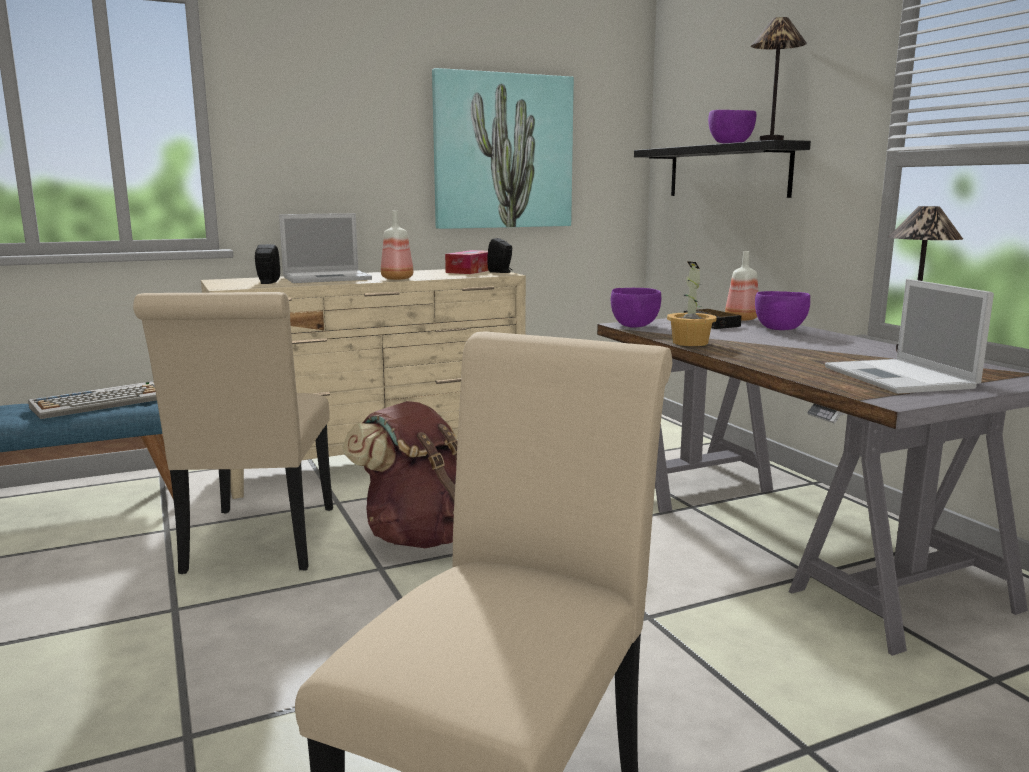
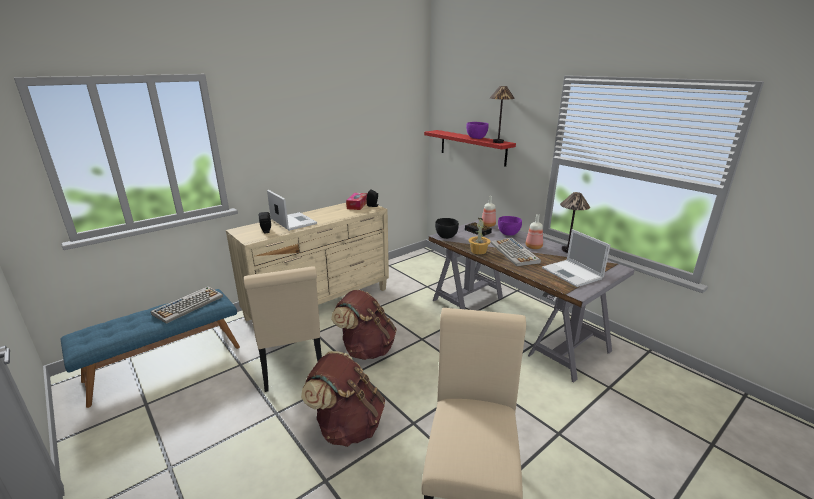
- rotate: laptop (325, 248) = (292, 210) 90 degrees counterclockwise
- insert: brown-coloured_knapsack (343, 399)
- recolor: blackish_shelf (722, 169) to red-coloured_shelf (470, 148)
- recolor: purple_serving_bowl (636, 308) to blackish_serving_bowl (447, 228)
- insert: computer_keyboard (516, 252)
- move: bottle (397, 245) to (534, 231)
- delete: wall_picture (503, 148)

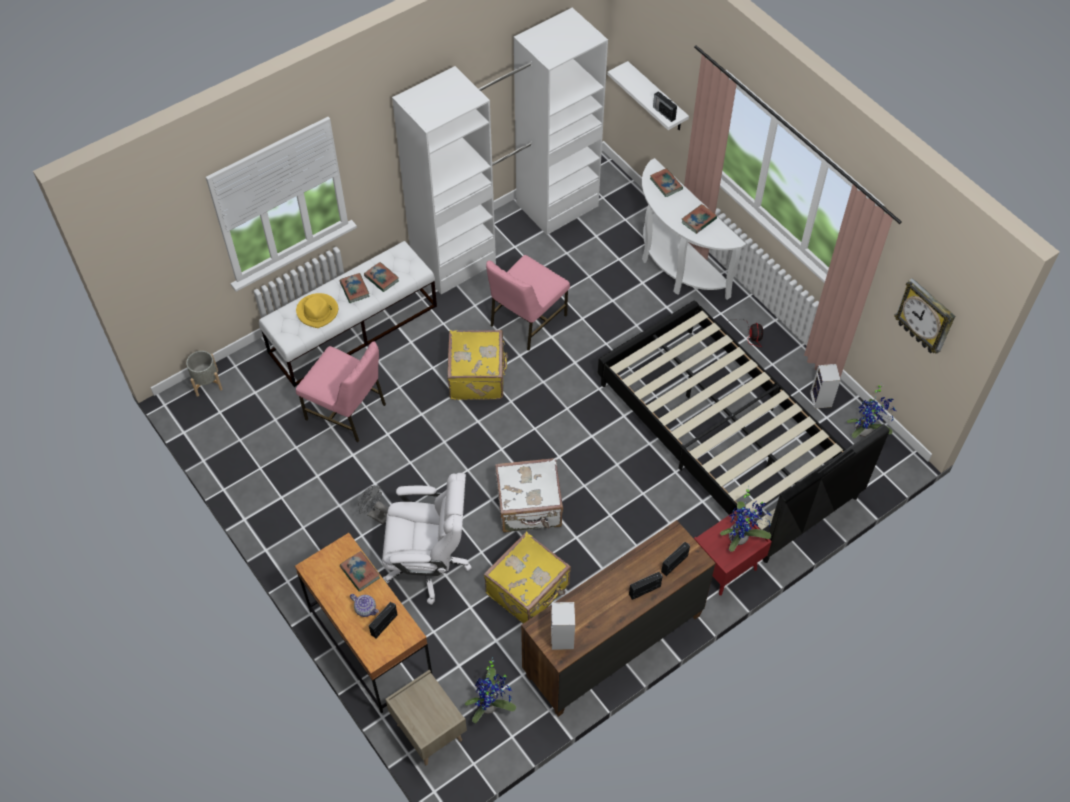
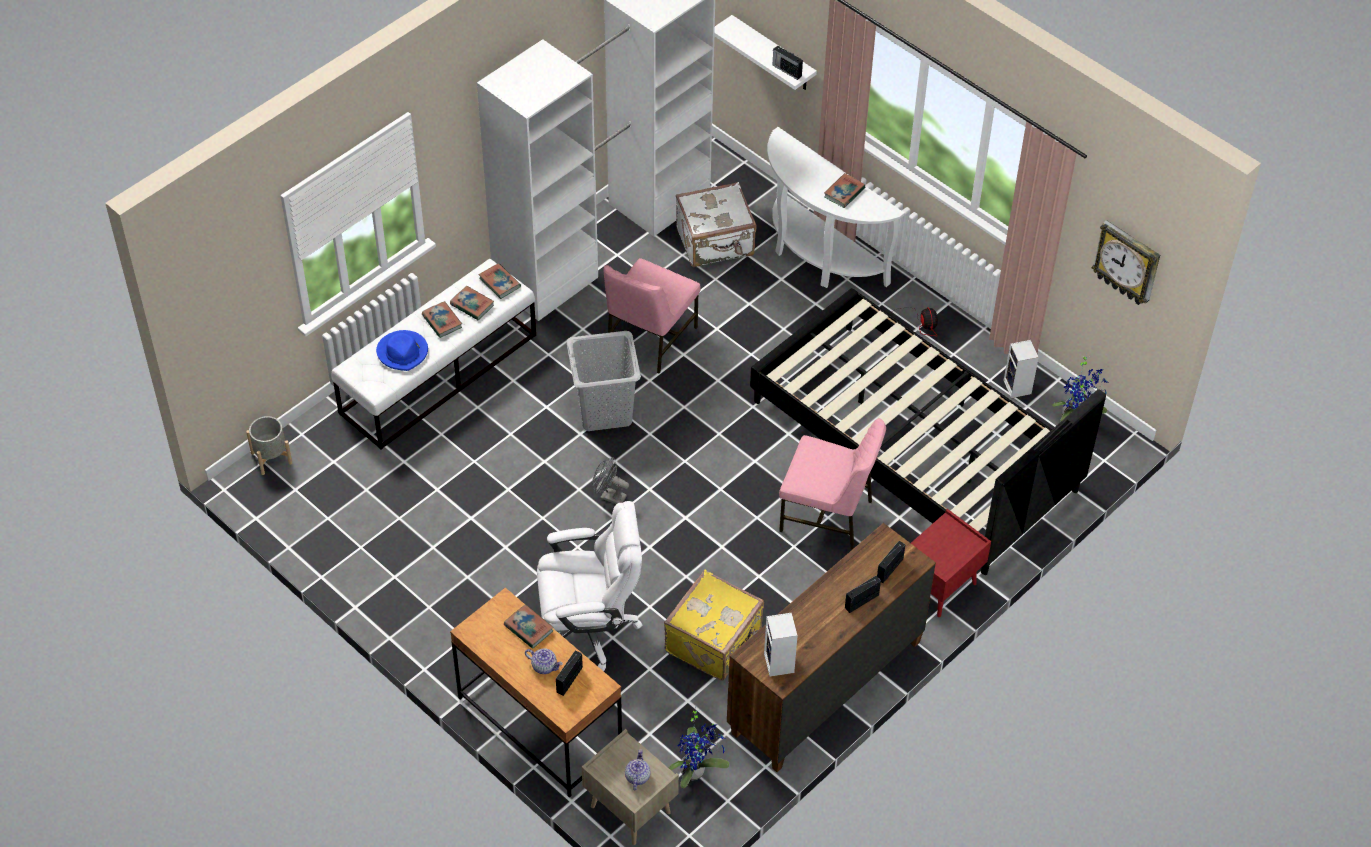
- recolor: yellow_hat (317, 310) to blue-coloured_hat (402, 350)
- move: bound_book (666, 182) to (500, 281)
- replace: yellow_suitcase (478, 365) to greyish_laundry_basket (603, 381)
- move: greyish_cooling_fan (373, 505) to (610, 480)
- insert: teapot (637, 769)
- move: whitish_suitcase (529, 495) to (716, 224)
- move: pinkish_upright_chair (341, 391) to (832, 484)
- delete: plant_in_a_pot (745, 519)

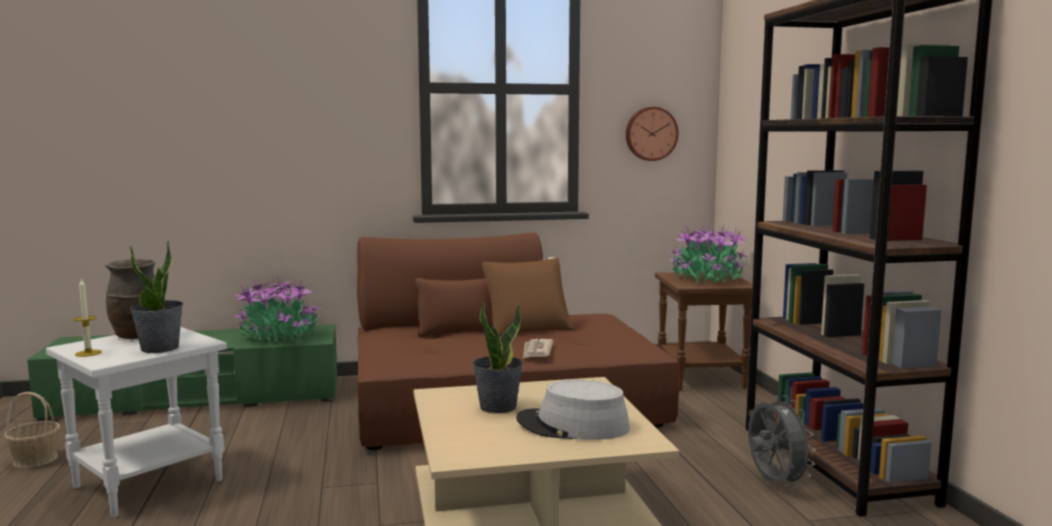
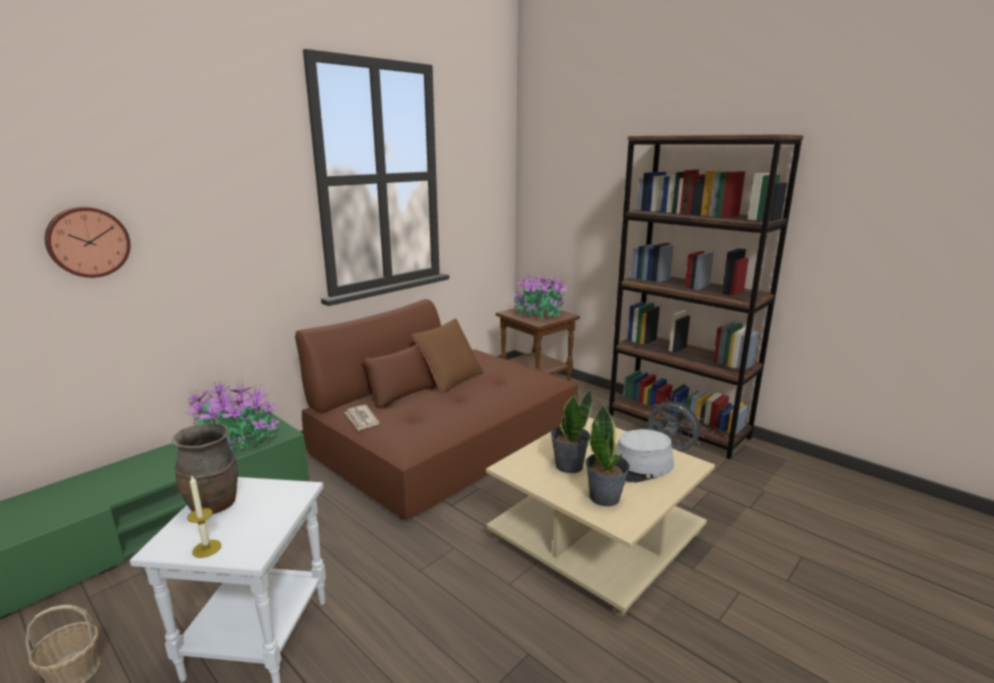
- move: hanging_clock (652, 134) to (88, 242)
- move: printed_paper (538, 348) to (362, 418)
- move: plant_in_a_pot (156, 296) to (607, 455)

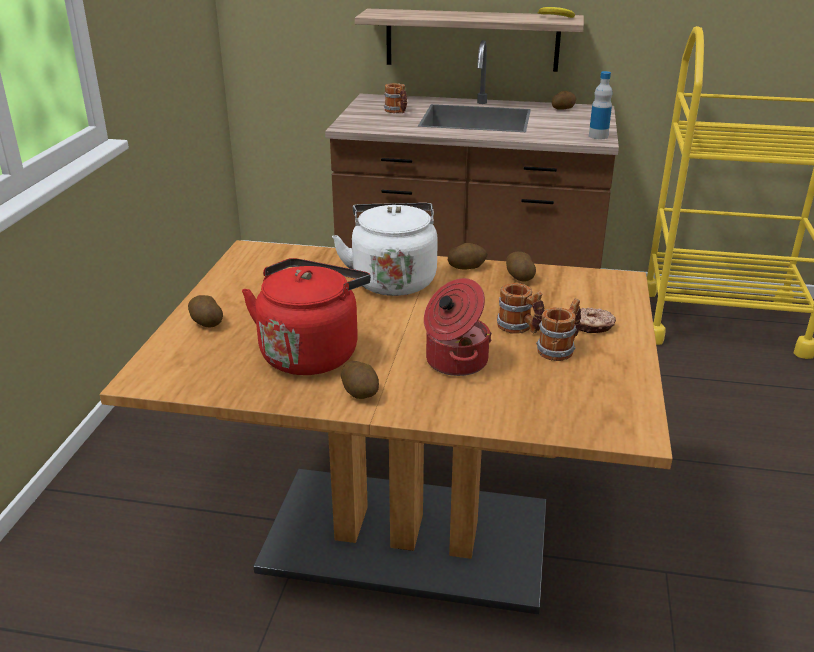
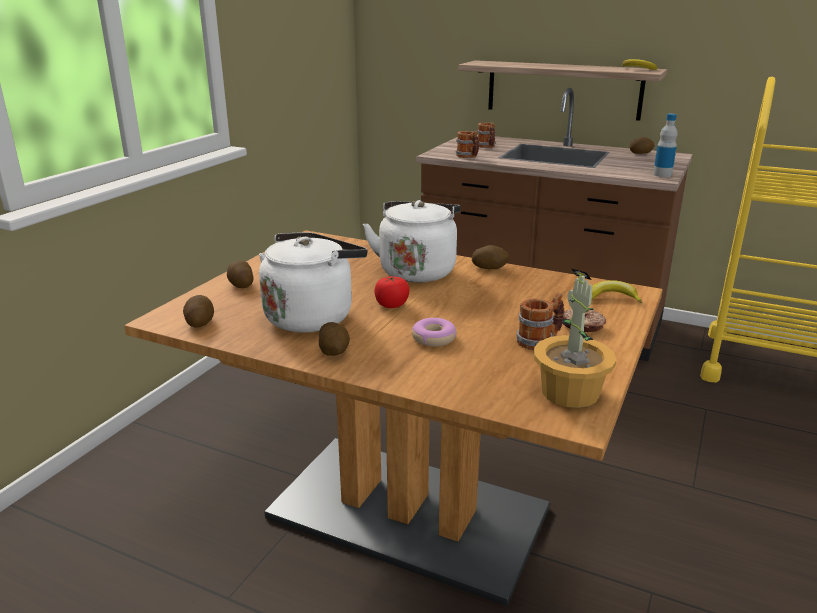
- move: potato (521, 267) to (198, 311)
- recolor: red-coloured_water_kettle (306, 316) to whitish_water_kettle (313, 282)
- insert: fresh_tomato (391, 292)
- replace: stockpot (458, 327) to donut (434, 332)
- move: coffee_mug (521, 308) to (467, 144)
- insert: plant_in_a_pot (575, 338)
- insert: banana_fruit (617, 291)

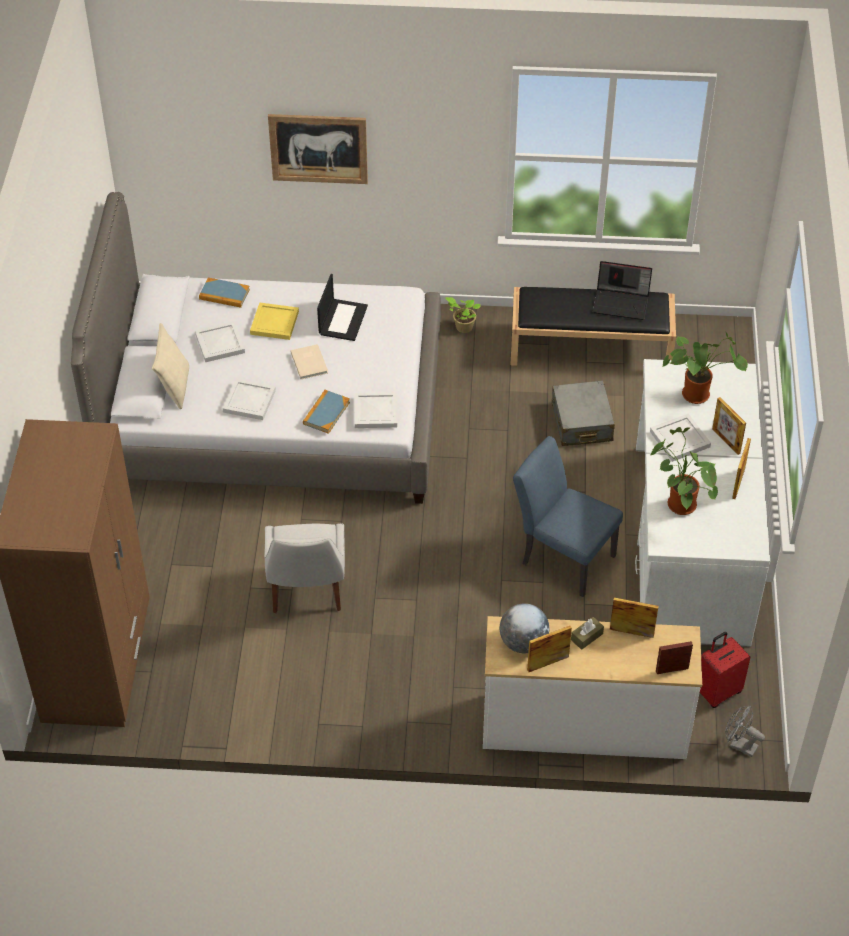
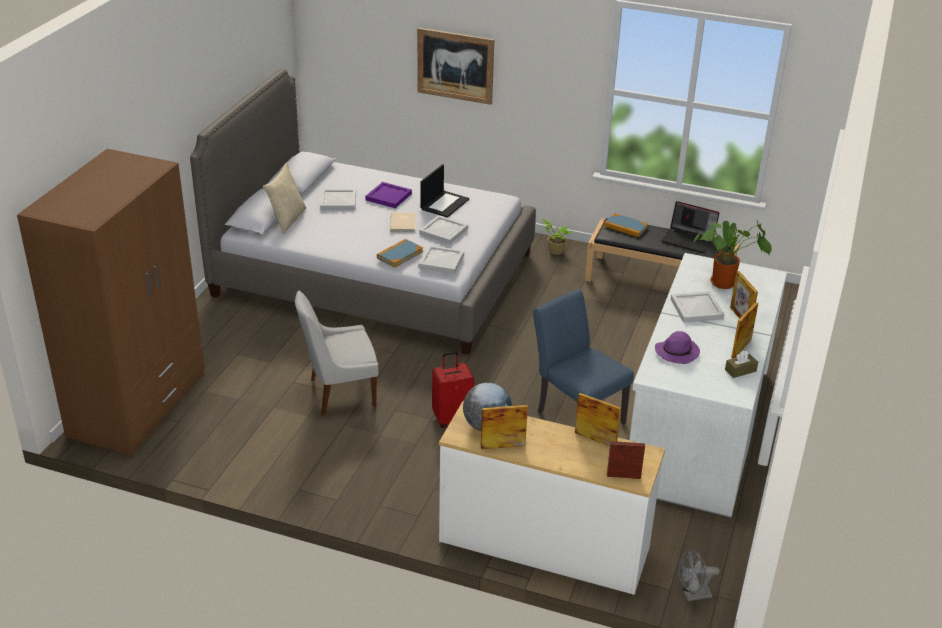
- rotate: whitish_upright_chair (304, 568) = (336, 353) 60 degrees clockwise
- recolor: yellow_serving_tray (274, 321) to purple_serving_tray (388, 195)
- move: whitish_serving_tray (249, 399) to (443, 229)
- move: red-coloured_suitcase (725, 670) to (453, 389)
- move: bound_book (224, 293) to (626, 225)
- replace: plant_in_a_pot (684, 471) to purple_hat (677, 347)
- rotate: greyish_cooling_fan (745, 731) = (699, 574) 60 degrees counterclockwise
- move: brown-coloured_tissue_holder (587, 633) to (741, 364)
- delete: greyish_suitcase (583, 413)

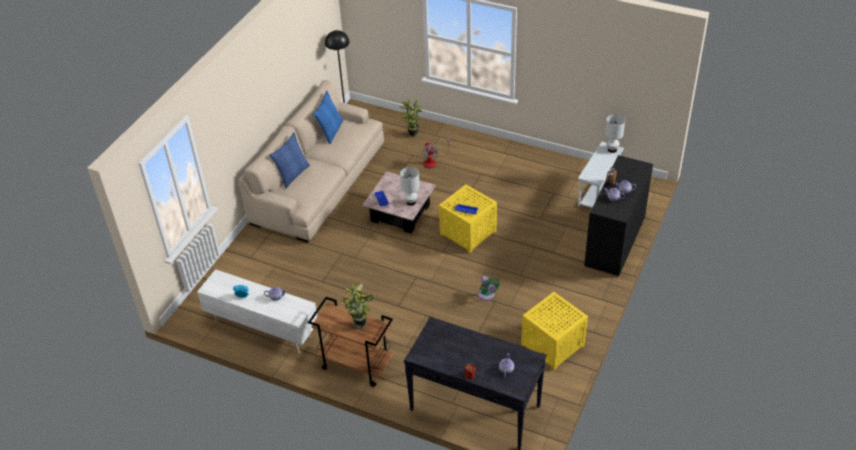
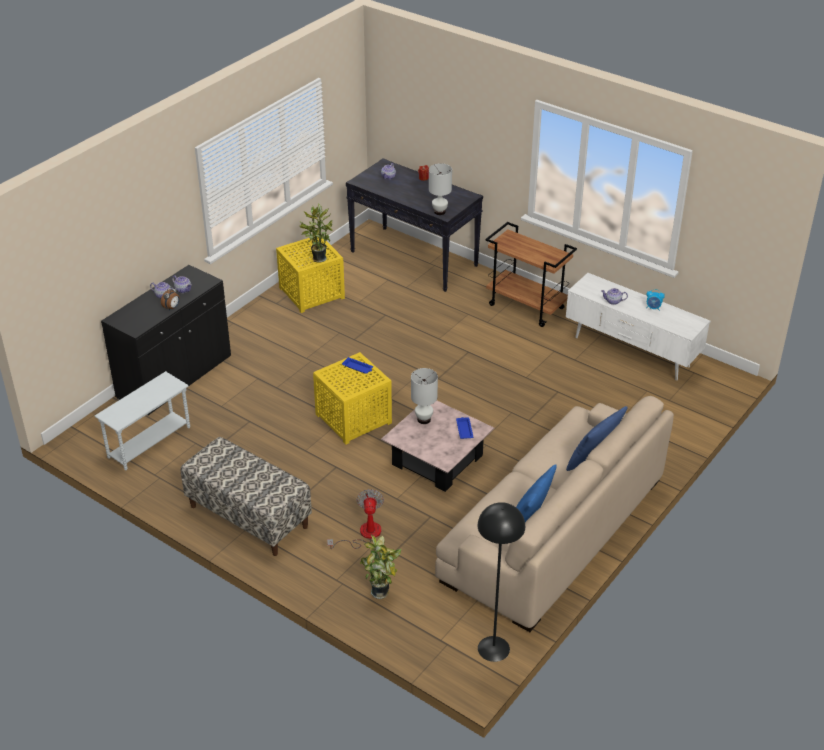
- insert: indoor_bench (246, 496)
- move: plant_in_a_pot (358, 305) to (316, 233)
- move: whitish_tabletop_lamp (615, 133) to (440, 189)
- delete: green-coloured_cooling_fan (489, 288)

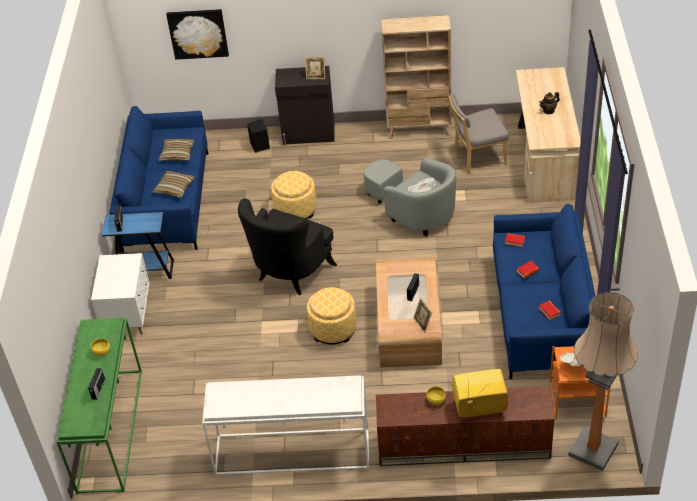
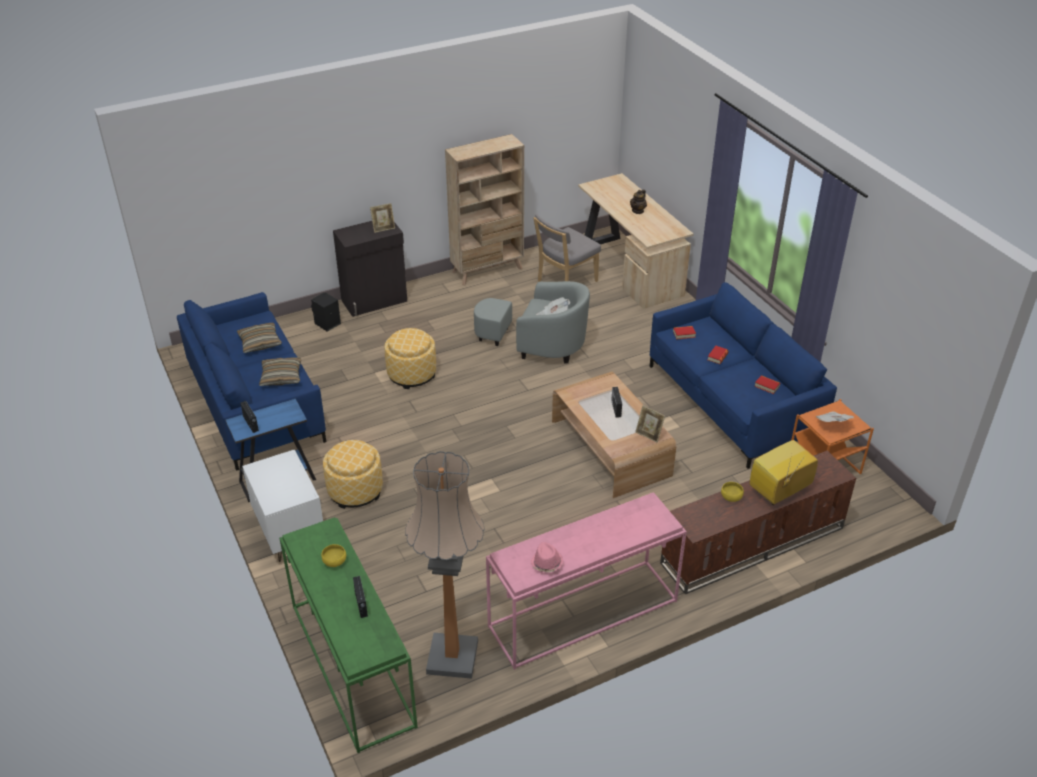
- move: ottoman (331, 316) to (353, 474)
- move: standing_lamp (603, 381) to (444, 565)
- recolor: whitish_hall_table (285, 425) to pinkish_hall_table (586, 581)
- insert: pinkish_hat (547, 557)
- delete: wall_picture (197, 34)
- delete: blackish_easy_chair (287, 246)

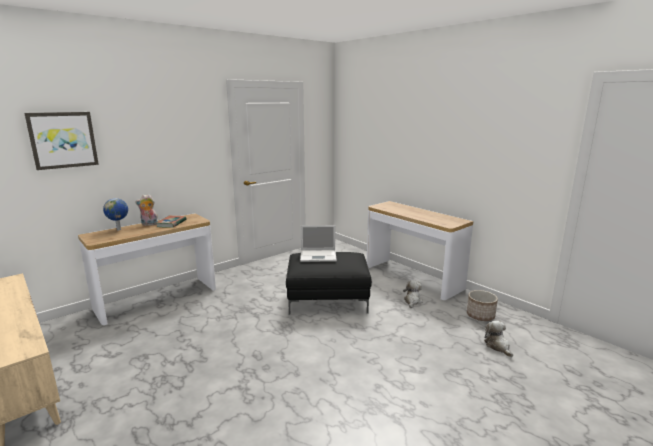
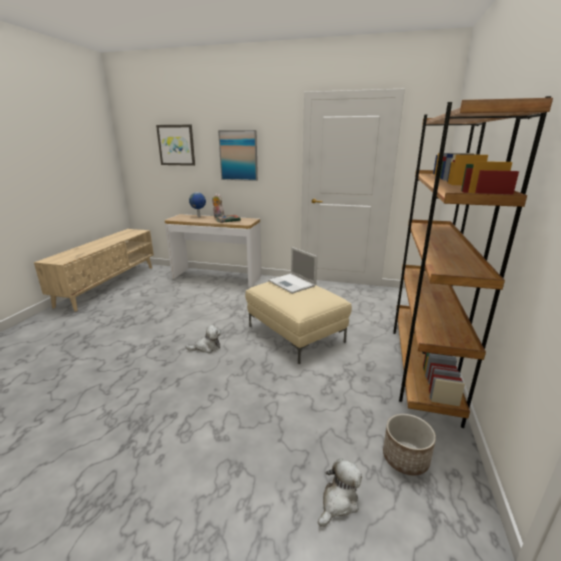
- move: soft_toy (413, 294) to (203, 339)
- insert: wall_picture (238, 155)
- recolor: blackish_ottoman (329, 283) to beige_ottoman (298, 323)
- replace: hall_table (420, 250) to brown-coloured_bookcase (473, 262)

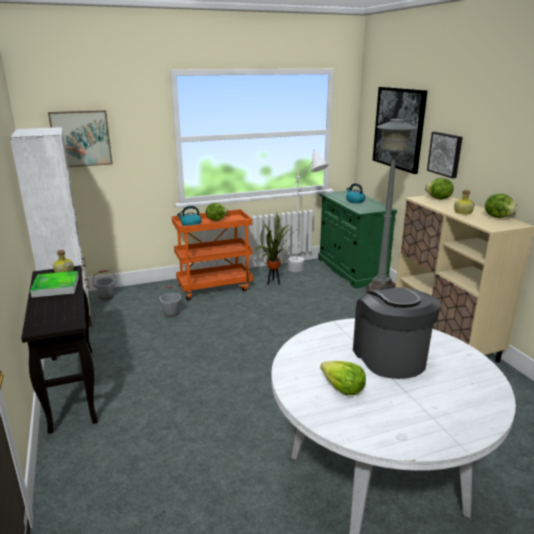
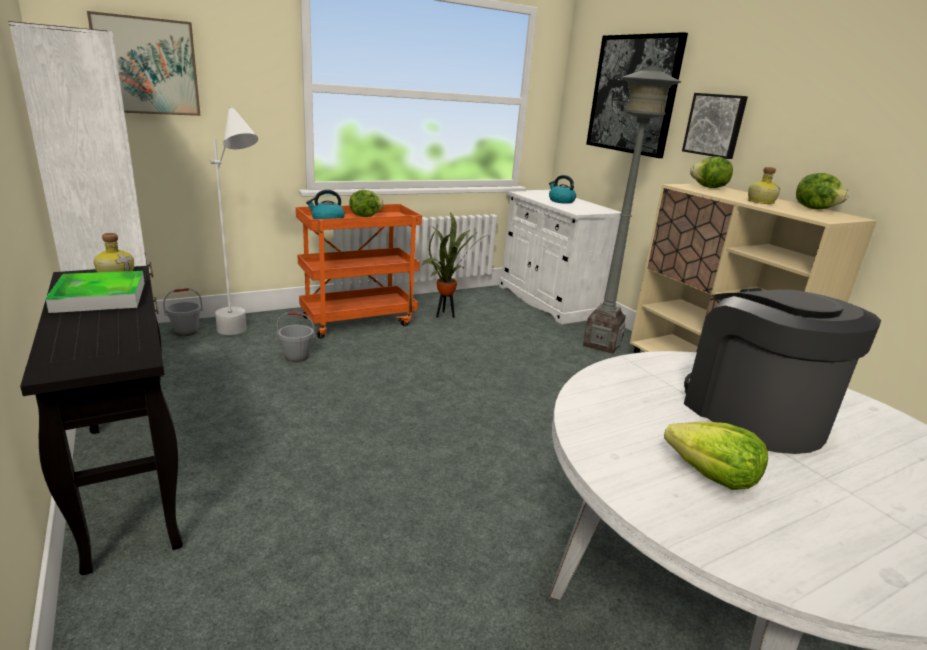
- move: whitish_standing_lamp (308, 210) to (233, 220)
- recolor: green-coloured_cupboard (357, 239) to whitish_cupboard (560, 257)

